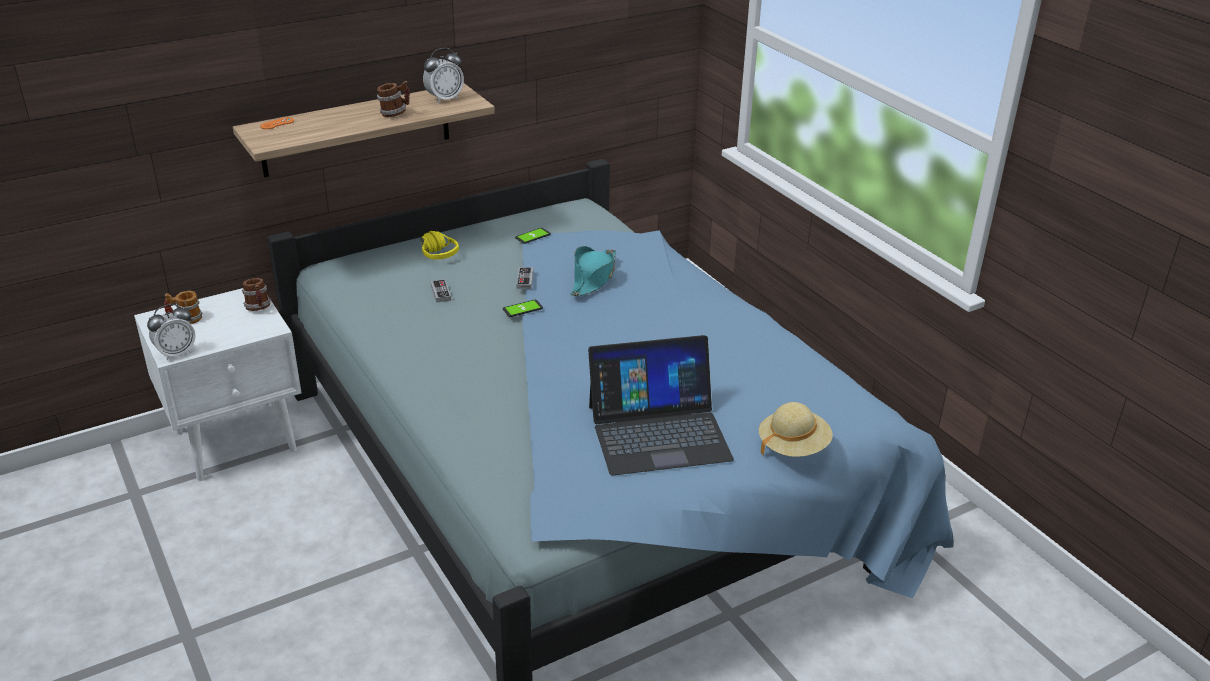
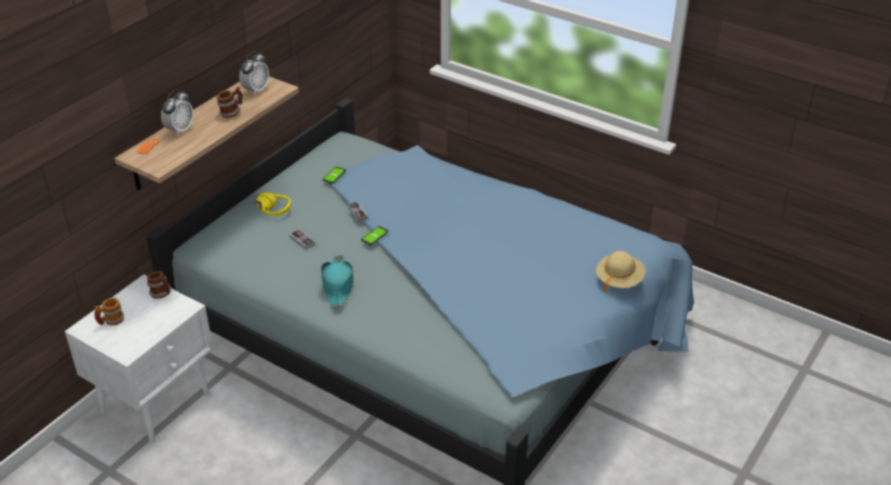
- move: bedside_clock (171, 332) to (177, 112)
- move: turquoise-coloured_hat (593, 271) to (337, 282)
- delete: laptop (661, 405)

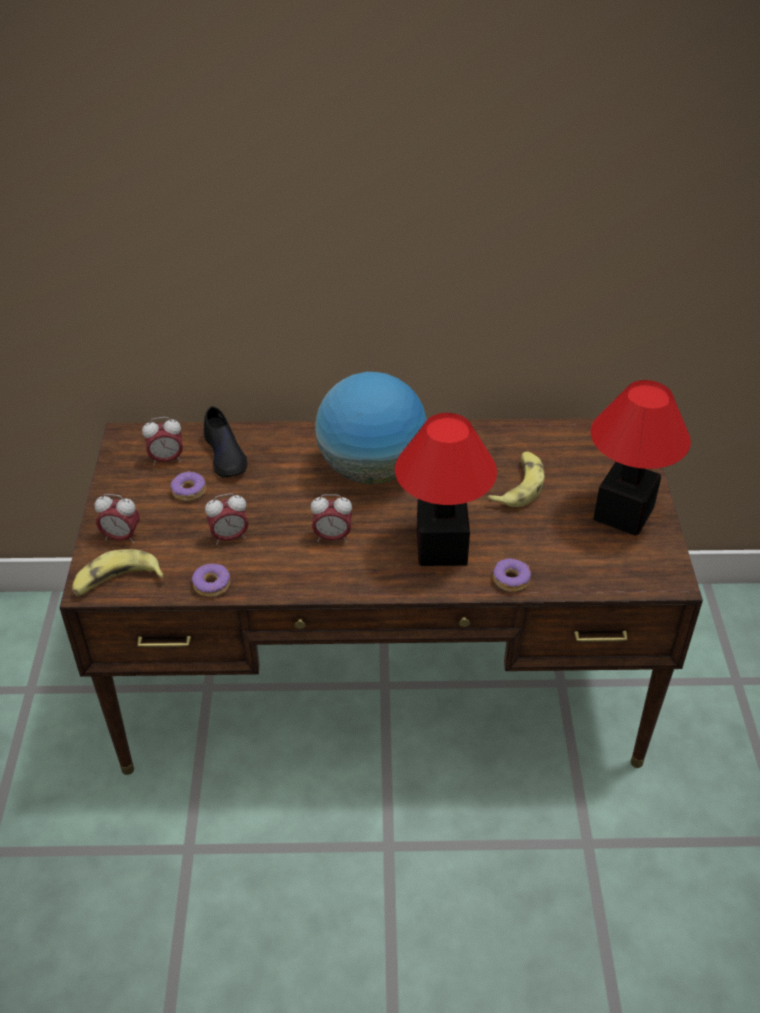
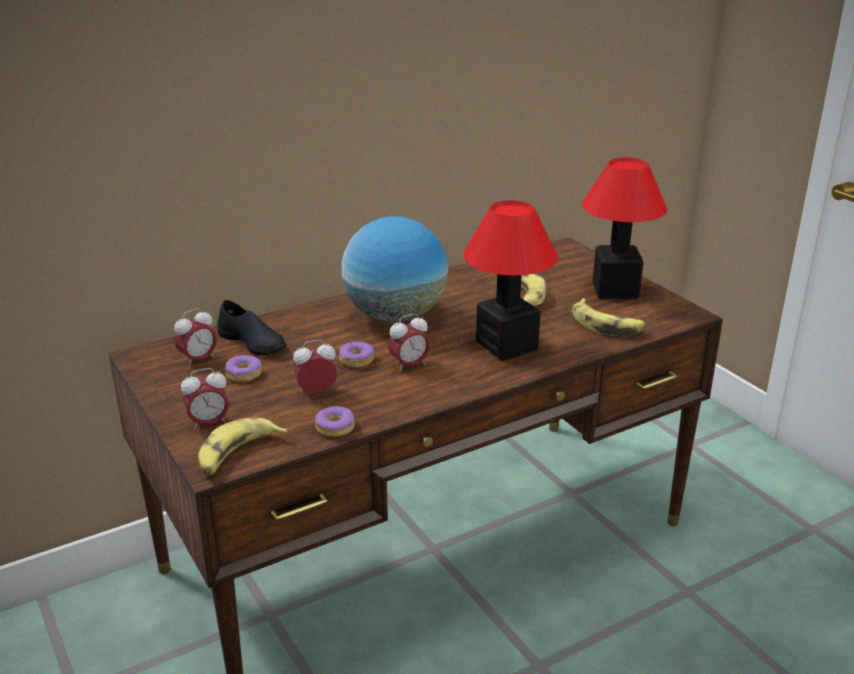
- rotate: bedside_clock (227, 519) = (315, 366) 150 degrees counterclockwise
- move: donut (512, 575) to (357, 354)
- insert: banana_fruit (609, 317)

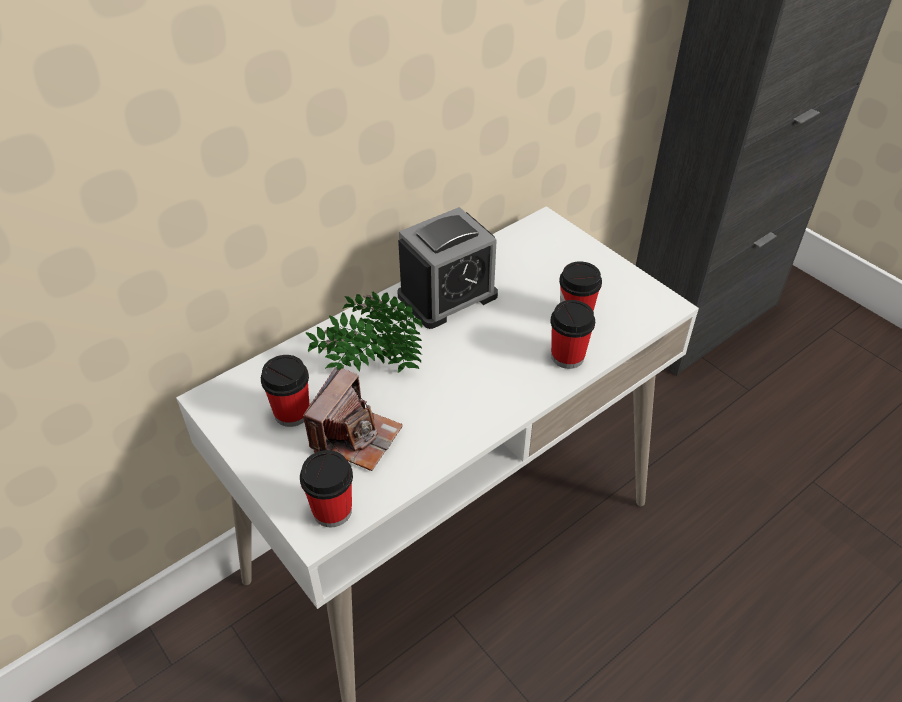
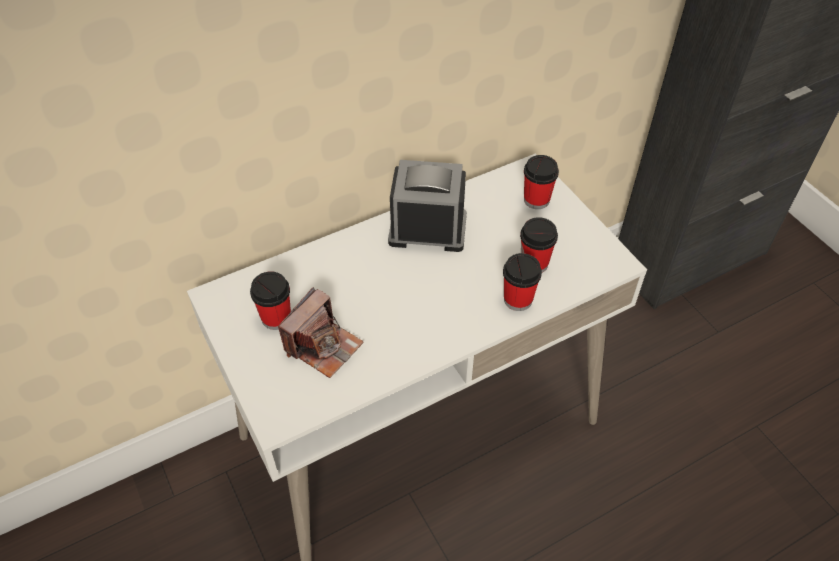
- rotate: bedside_clock (447, 268) = (427, 206) 150 degrees counterclockwise
- move: cup (326, 488) to (541, 182)
- delete: plant_in_a_pot (364, 332)

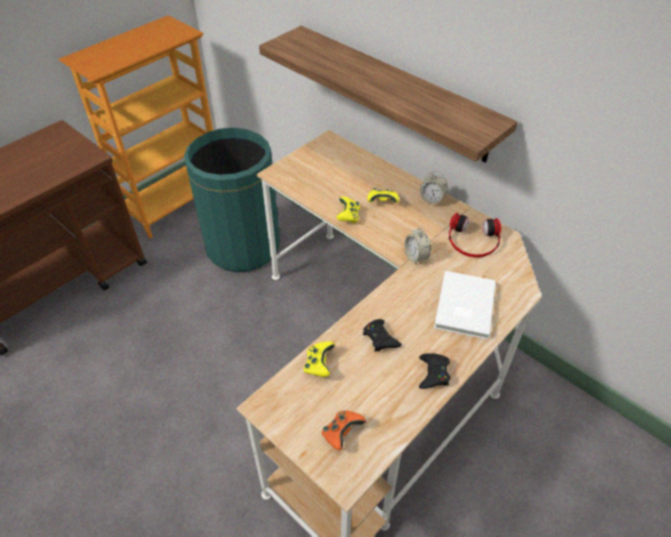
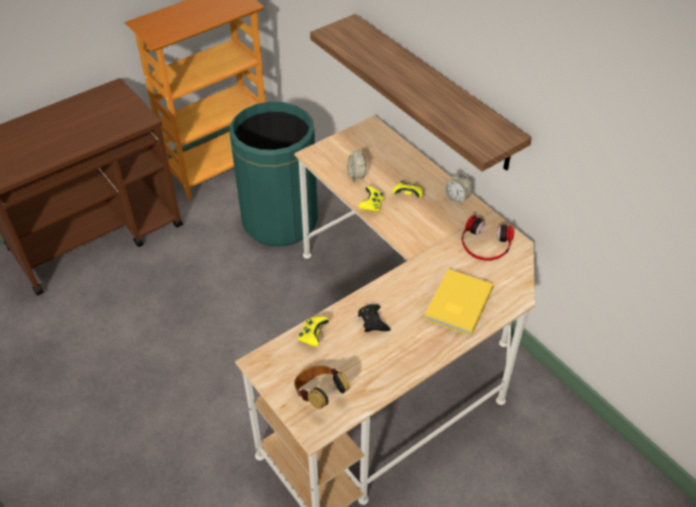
- replace: orange-coloured_joypad (344, 431) to headset (322, 387)
- move: bedside_clock (417, 245) to (357, 165)
- recolor: whitish_bound_book (465, 305) to yellow_bound_book (459, 302)
- delete: blackish_joypad (434, 371)

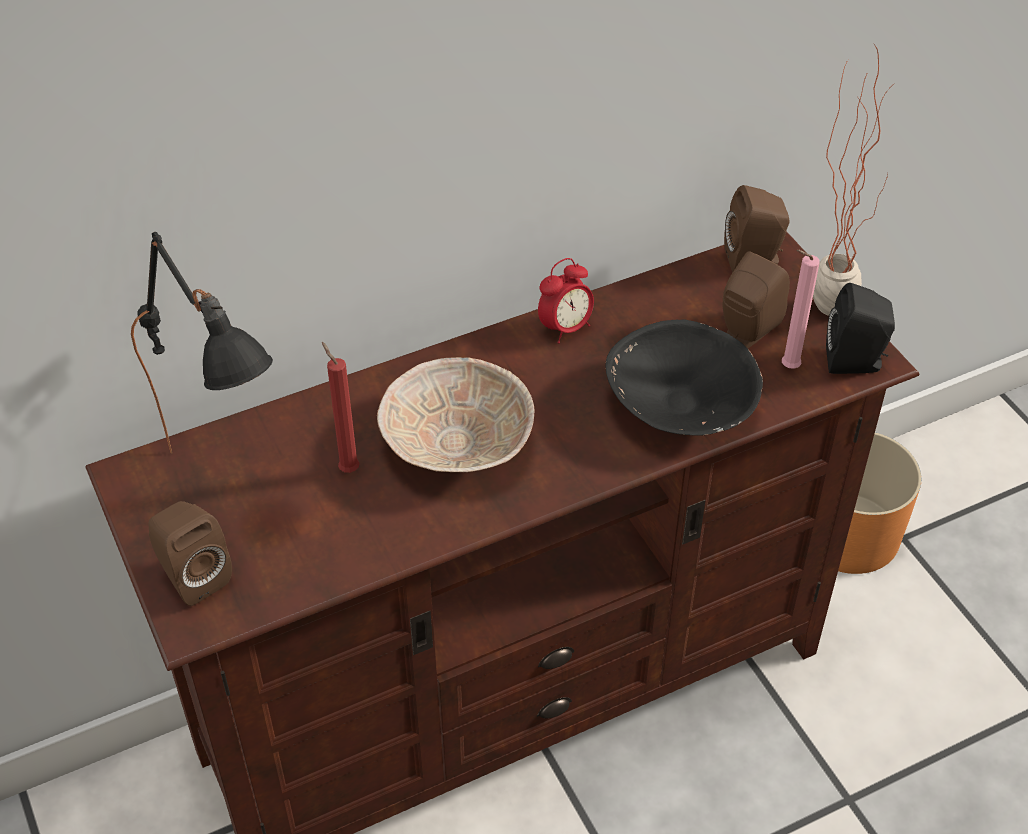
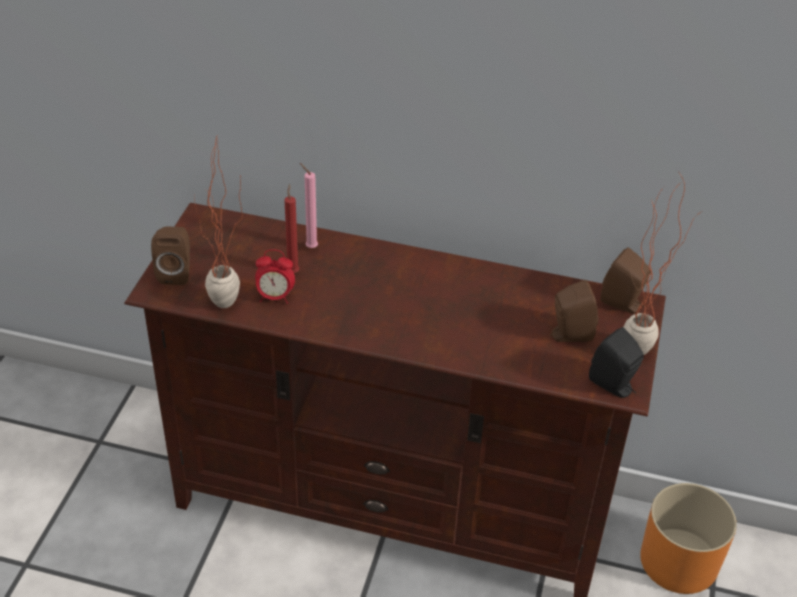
- insert: plant_in_a_pot (218, 222)
- move: bedside_clock (566, 300) to (275, 276)
- move: pinkish_wax_light (801, 309) to (309, 205)
- delete: blackish_tabletop_lamp (202, 343)
- delete: beige_serving_bowl (455, 414)
- delete: blackish_serving_bowl (684, 377)

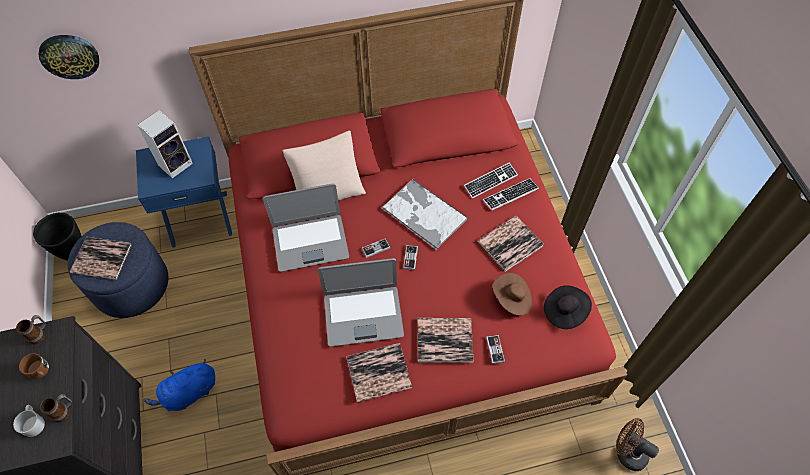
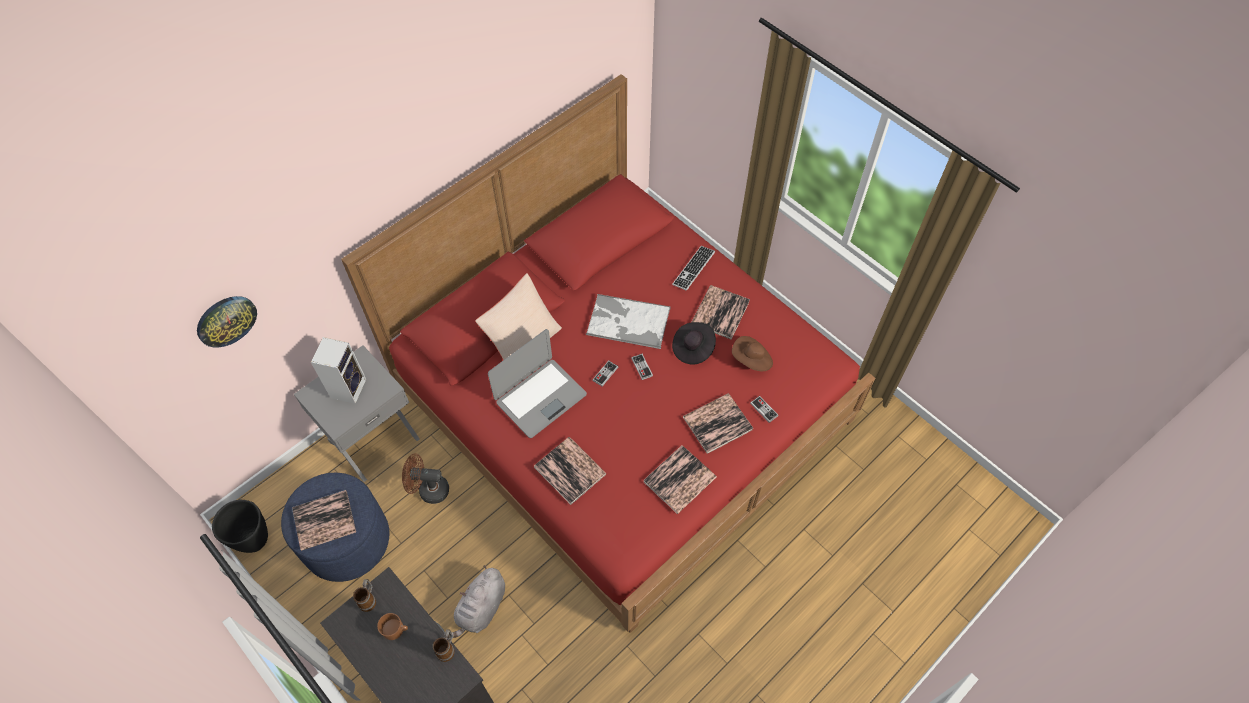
- recolor: blue-coloured_nightstand (184, 192) to greyish_nightstand (357, 413)
- move: brown-coloured_cooling_fan (637, 444) to (425, 478)
- recolor: blue-coloured_soft_toy (179, 385) to greyish_soft_toy (476, 601)
- insert: bound_book (570, 471)
- move: blackish_hat (568, 307) to (694, 343)
- delete: whitish_coffee_mug (29, 421)
- delete: laptop (361, 302)
- delete: computer_keyboard (491, 181)

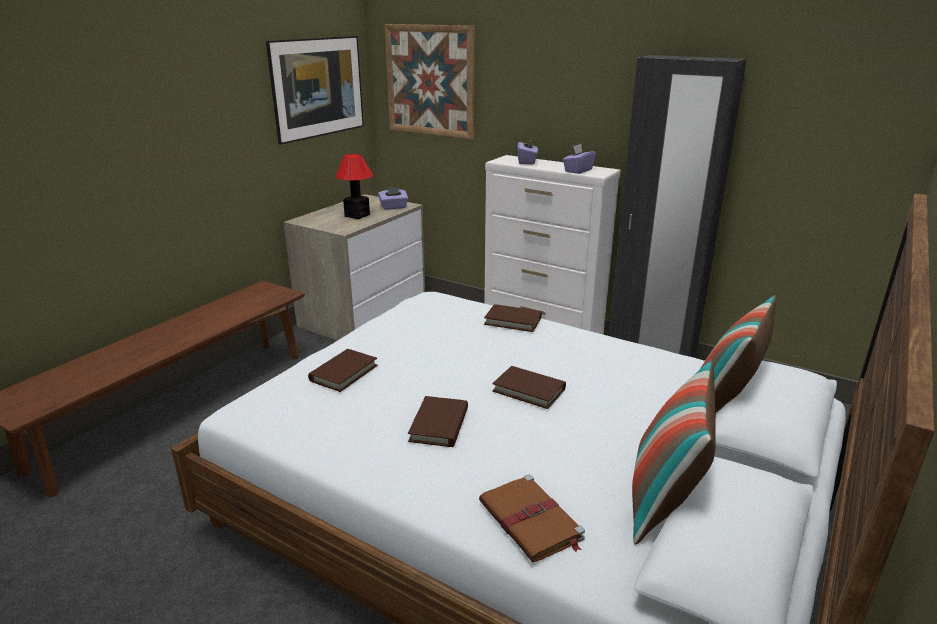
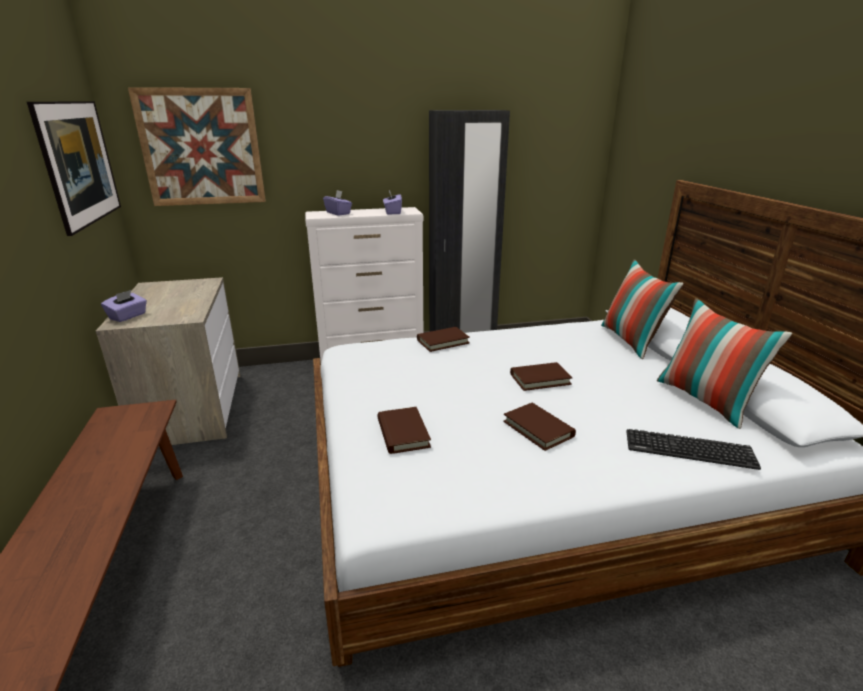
- move: purple_tissue_holder (393, 198) to (124, 306)
- replace: brown-coloured_bound_book (532, 518) to computer_keyboard (693, 449)
- delete: tabletop_lamp (354, 186)

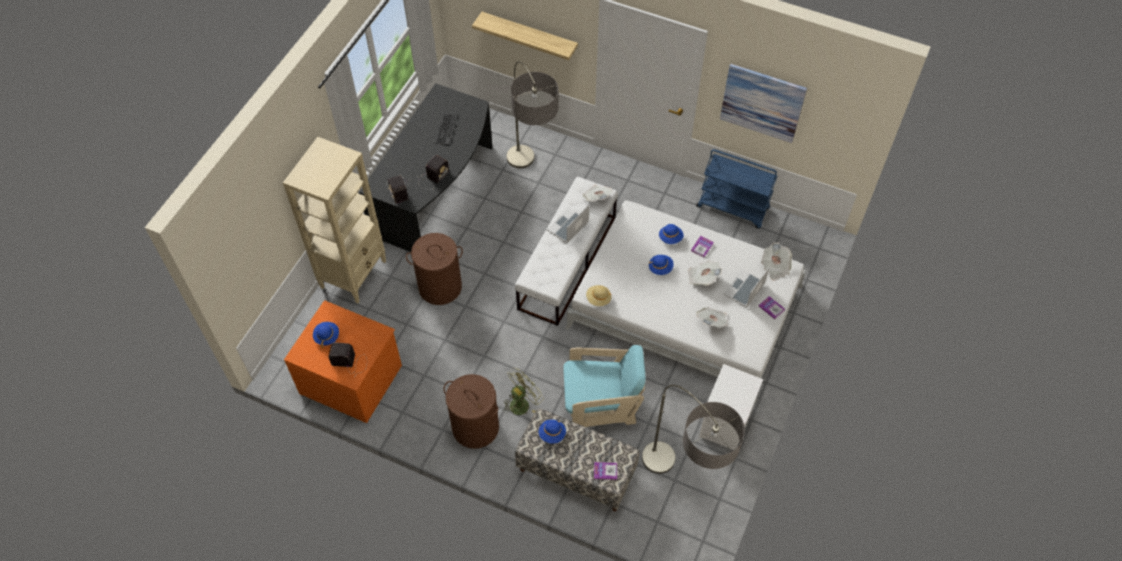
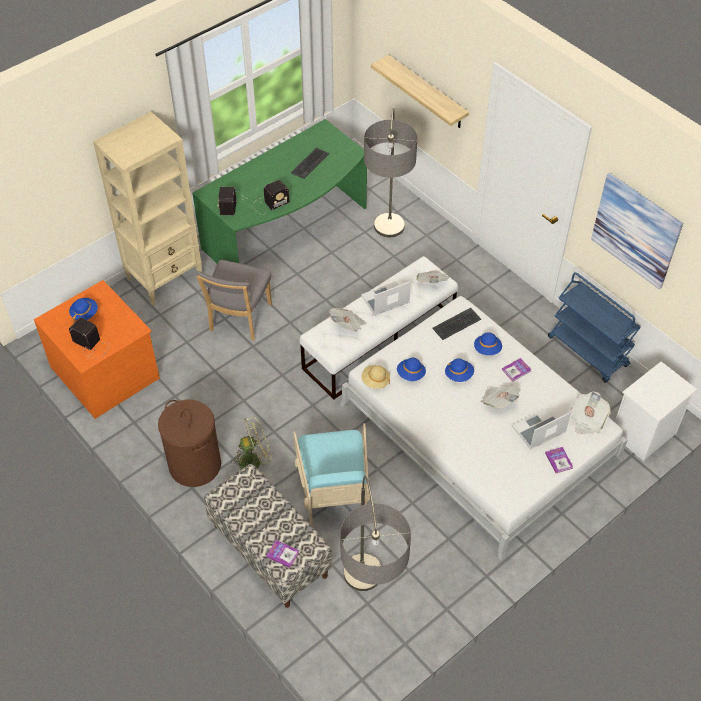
- recolor: blackish_desk_table (425, 167) to green-coloured_desk_table (279, 191)
- replace: brown-coloured_laundry_basket (434, 269) to greyish_upright_chair (234, 300)
- rotate: turquoise-coloured_easy_chair (604, 386) = (331, 475) 60 degrees clockwise
- move: printed_paper (712, 317) to (348, 319)
- move: blue-coloured_hat (552, 431) to (411, 369)
- insert: computer_keyboard (456, 324)
- move: whitish_nightstand (731, 407) to (656, 411)

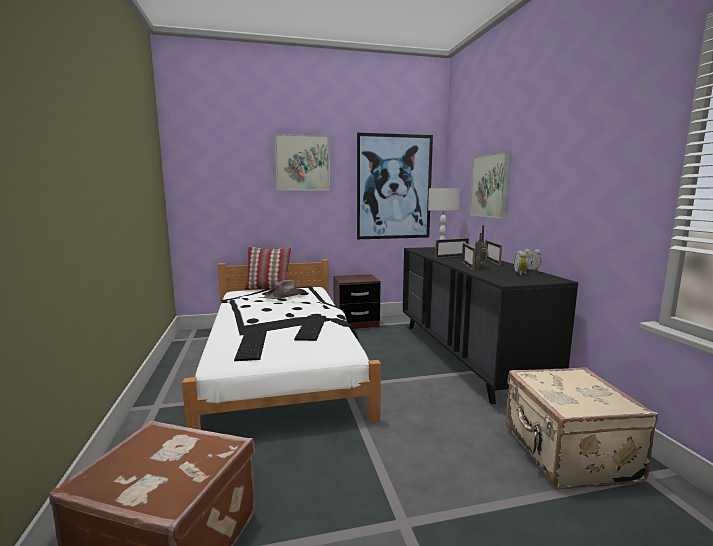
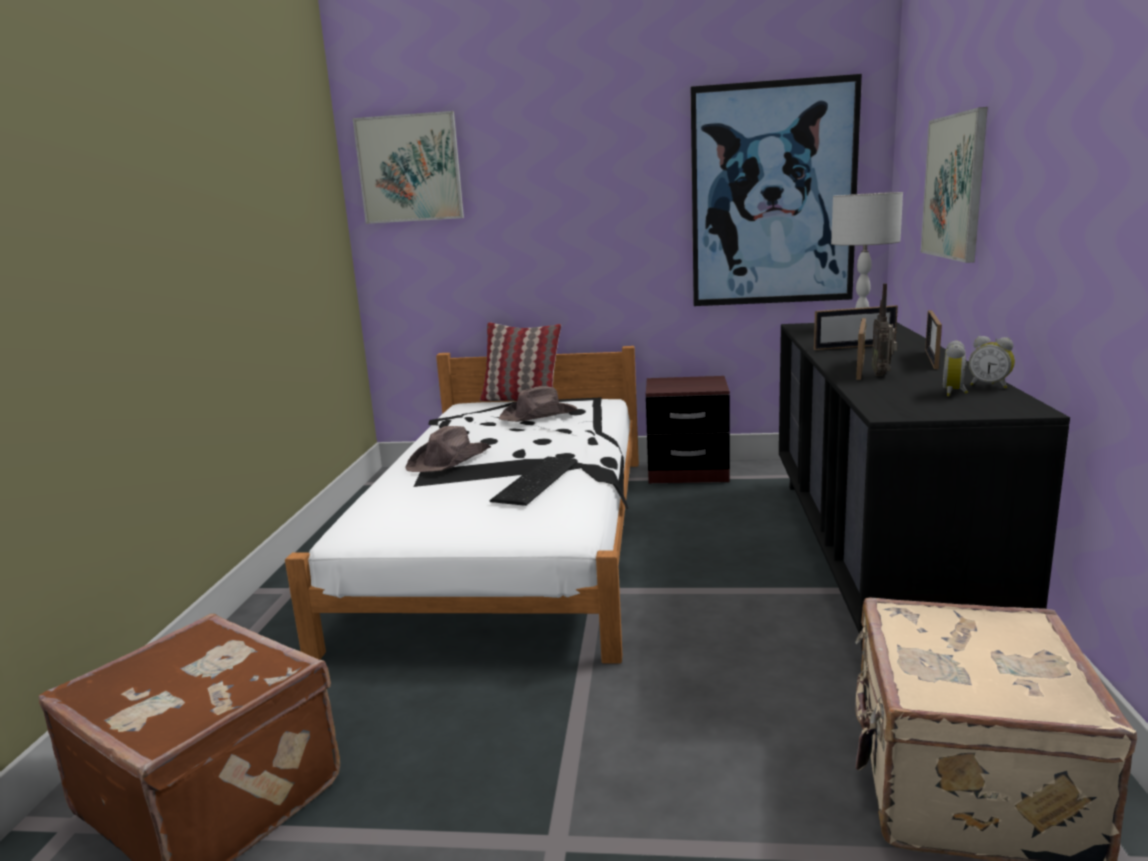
- move: wall_picture (302, 162) to (408, 167)
- insert: brown-coloured_hat (448, 449)
- delete: computer_keyboard (250, 345)

